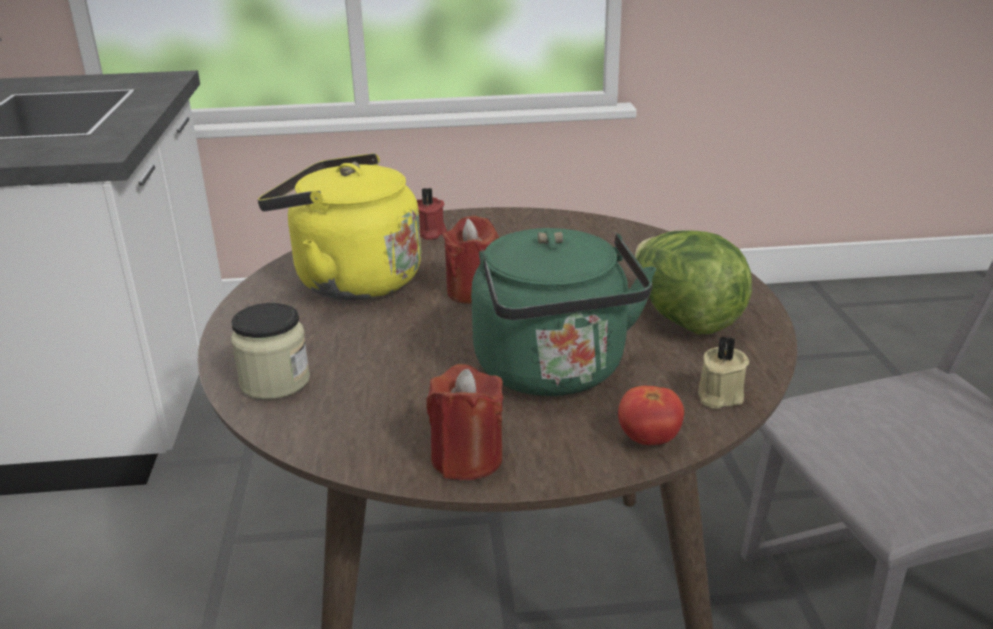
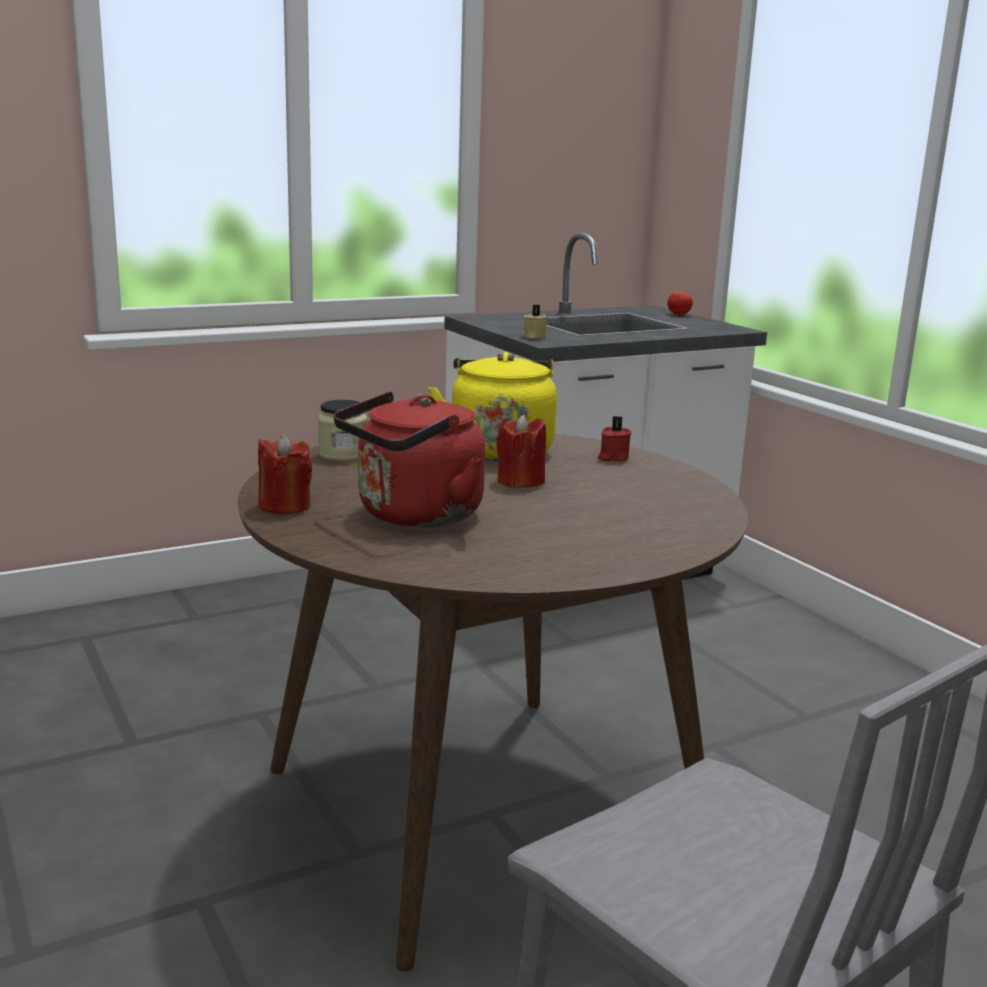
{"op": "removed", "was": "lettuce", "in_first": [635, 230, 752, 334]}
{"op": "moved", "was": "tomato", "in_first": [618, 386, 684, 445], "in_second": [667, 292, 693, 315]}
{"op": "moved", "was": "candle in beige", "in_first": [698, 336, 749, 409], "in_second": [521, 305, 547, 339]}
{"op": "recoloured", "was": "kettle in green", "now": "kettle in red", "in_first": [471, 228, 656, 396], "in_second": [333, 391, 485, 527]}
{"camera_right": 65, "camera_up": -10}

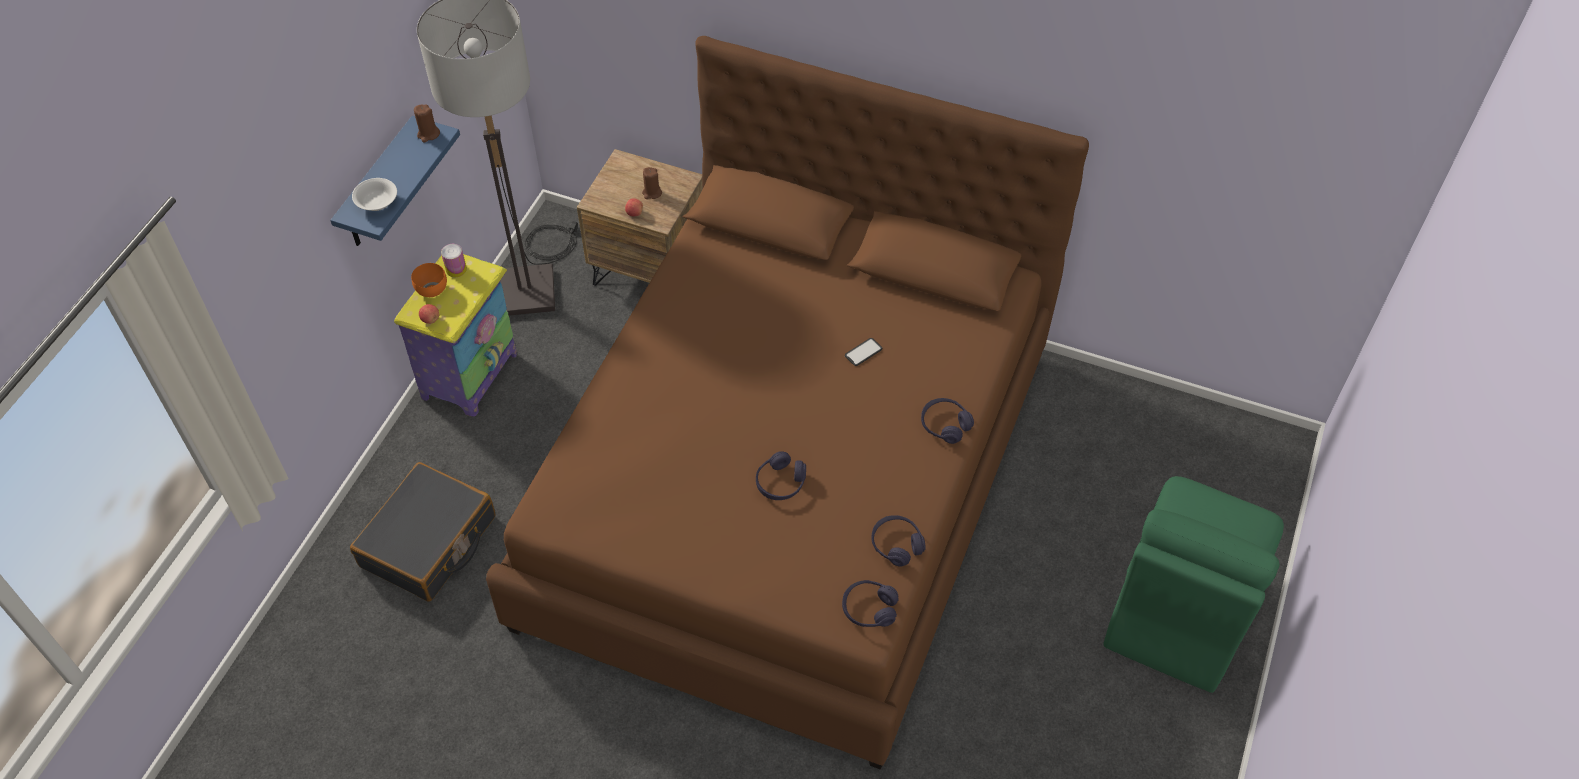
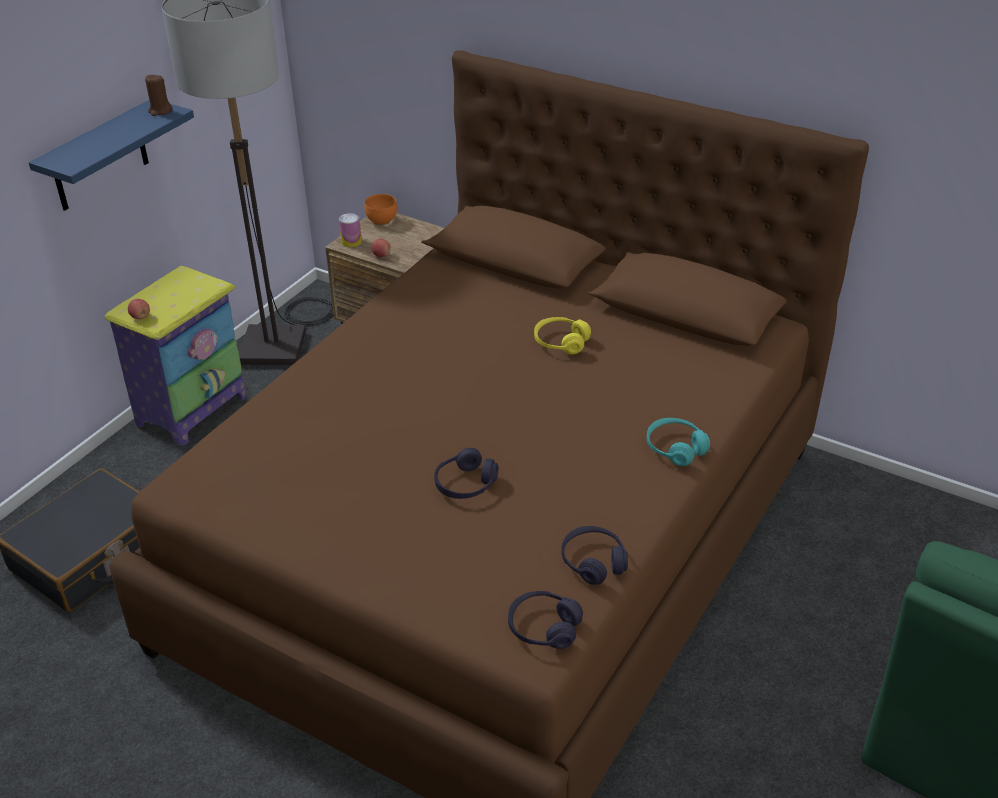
{"op": "removed", "was": "bowl in white", "in_first": [352, 178, 397, 211]}
{"op": "removed", "was": "candle in brown", "in_first": [642, 167, 662, 199]}
{"op": "removed", "was": "phone", "in_first": [845, 338, 882, 366]}
{"op": "added", "now": "headphones in yellow", "in_second": [534, 317, 591, 354]}
{"op": "moved", "was": "bowl in orange", "in_first": [411, 263, 447, 297], "in_second": [365, 194, 397, 225]}
{"op": "moved", "was": "can", "in_first": [441, 244, 467, 277], "in_second": [339, 213, 362, 247]}
{"op": "recoloured", "was": "headphones in purple", "now": "headphones in turquoise", "in_first": [921, 398, 974, 444], "in_second": [647, 418, 710, 466]}
{"camera_right": 10, "camera_up": -15}

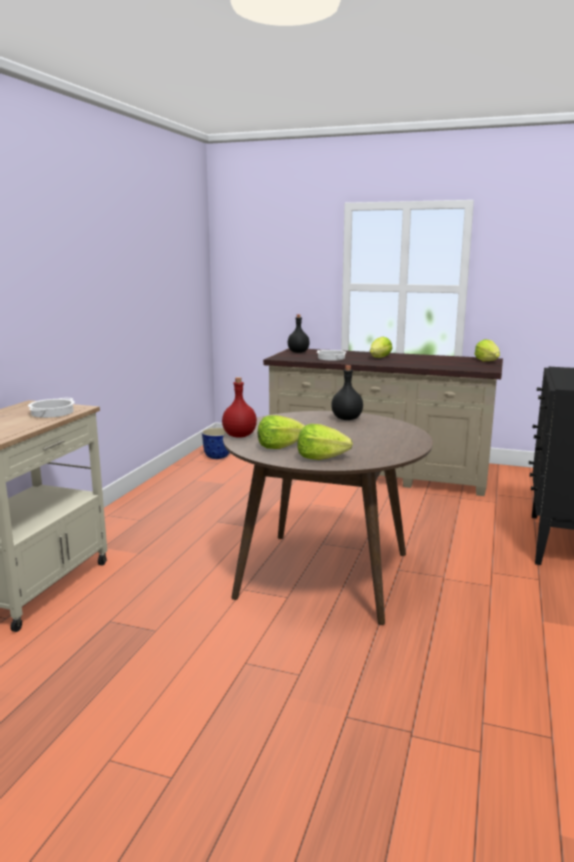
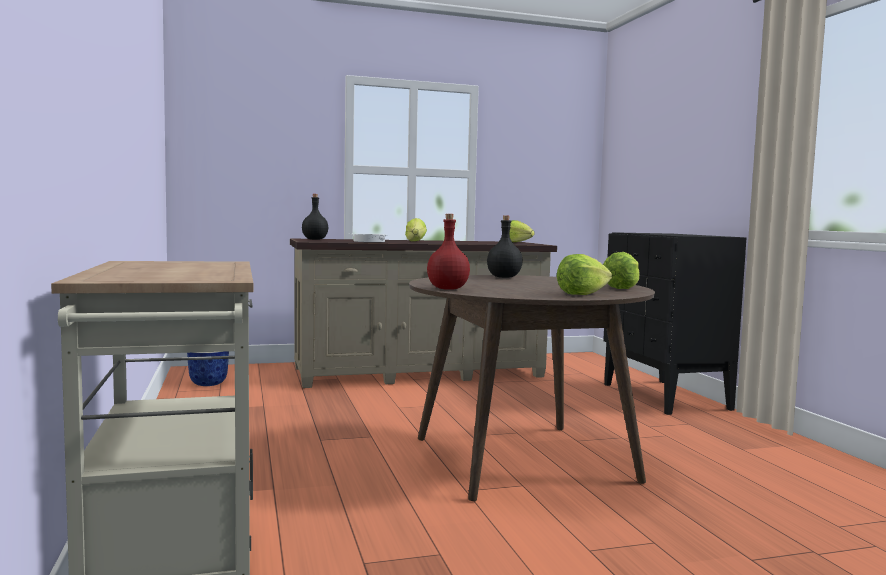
{"op": "removed", "was": "cooking pot", "in_first": [28, 398, 75, 418]}
{"op": "moved", "was": "lettuce", "in_first": [258, 415, 305, 449], "in_second": [603, 252, 640, 289]}
{"camera_right": -35, "camera_up": -10}

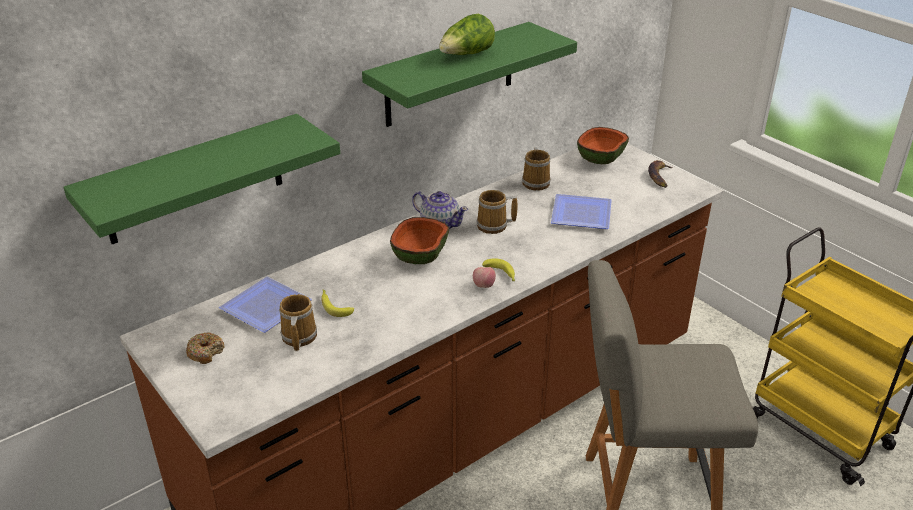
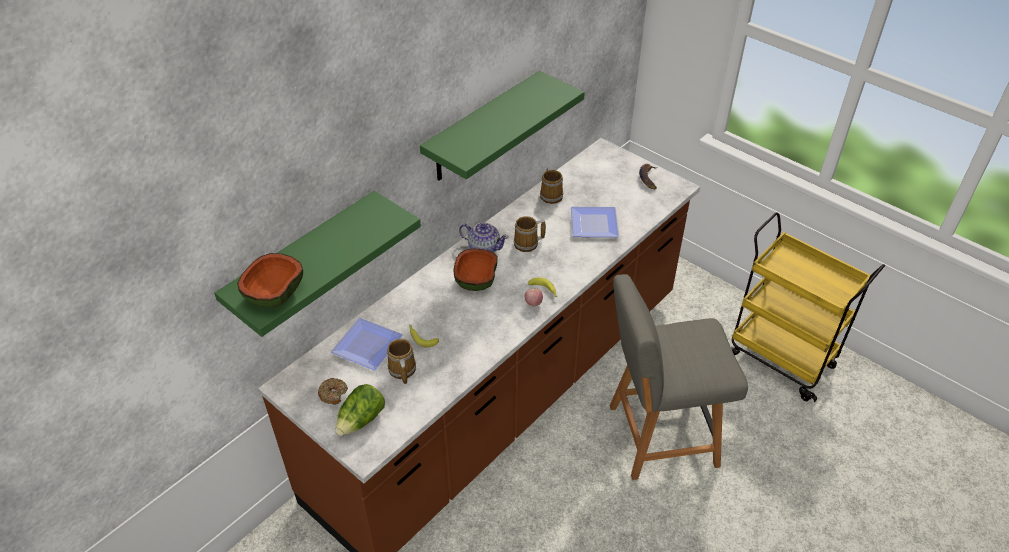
{"op": "moved", "was": "lettuce", "in_first": [439, 14, 495, 55], "in_second": [335, 384, 385, 436]}
{"op": "moved", "was": "bowl", "in_first": [577, 127, 629, 164], "in_second": [237, 253, 303, 308]}
{"camera_right": -10, "camera_up": 10}

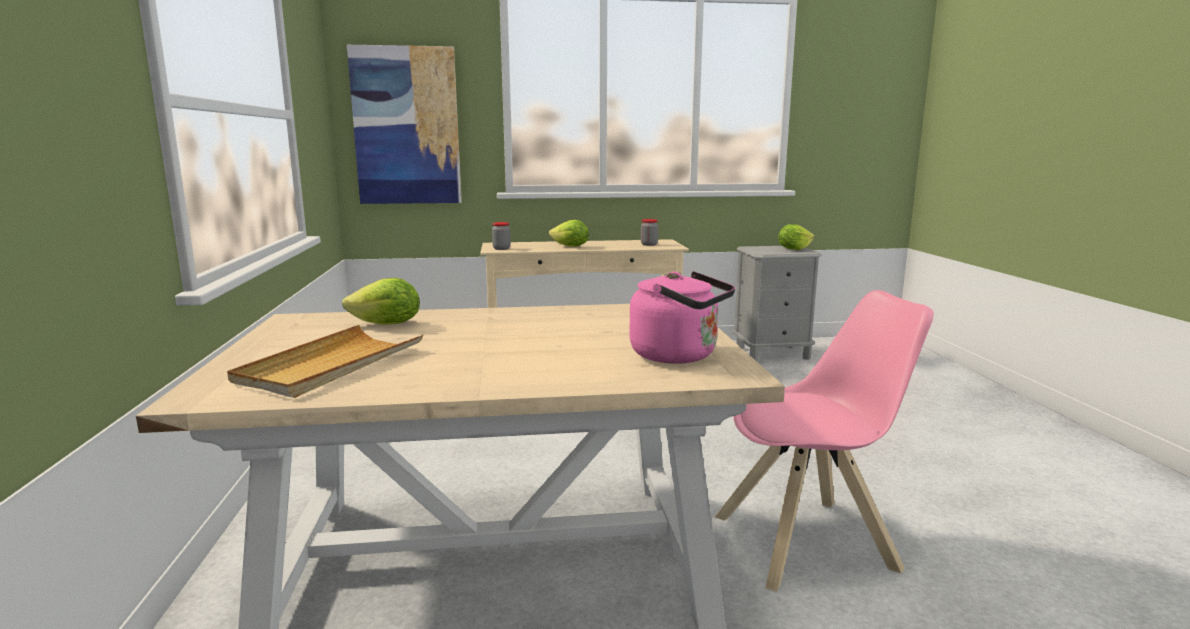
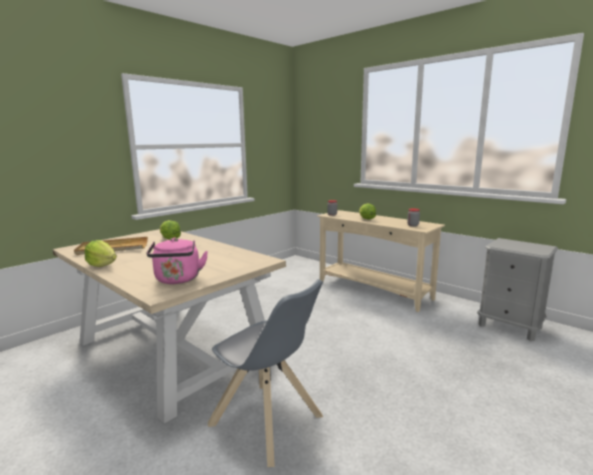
{"op": "removed", "was": "picture", "in_first": [347, 45, 462, 204]}
{"op": "moved", "was": "lettuce", "in_first": [778, 224, 815, 250], "in_second": [84, 240, 117, 267]}
{"op": "recoloured", "was": "chair in pink", "now": "chair in grey", "in_first": [715, 290, 934, 592], "in_second": [208, 279, 323, 467]}
{"camera_right": 50, "camera_up": 0}

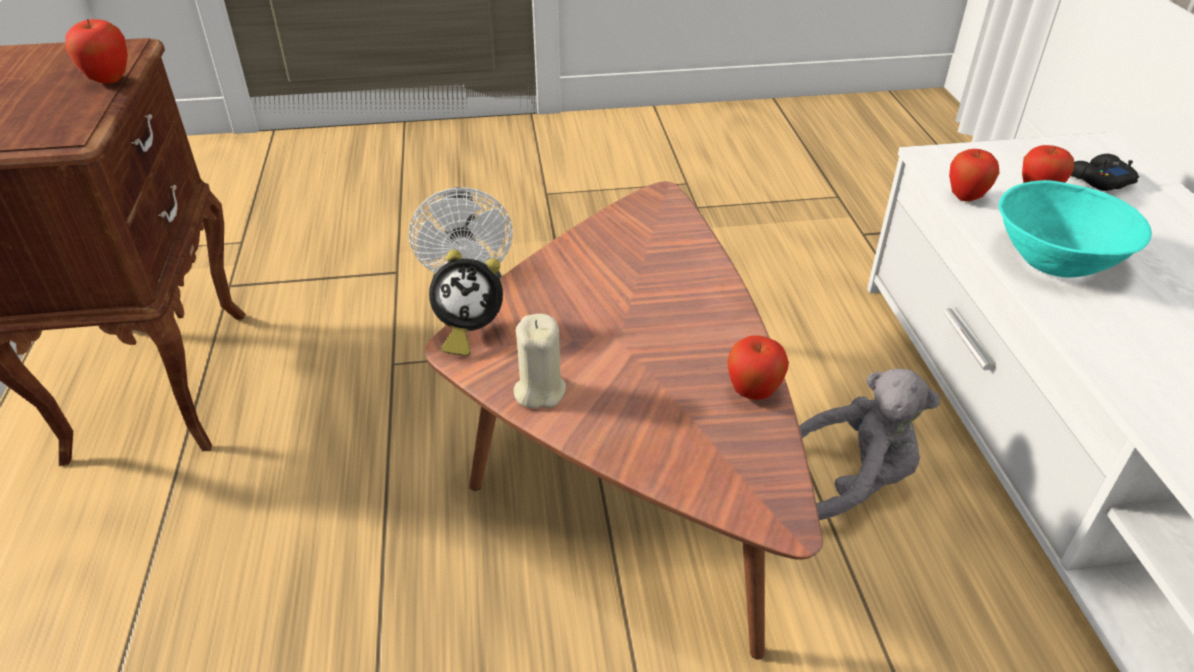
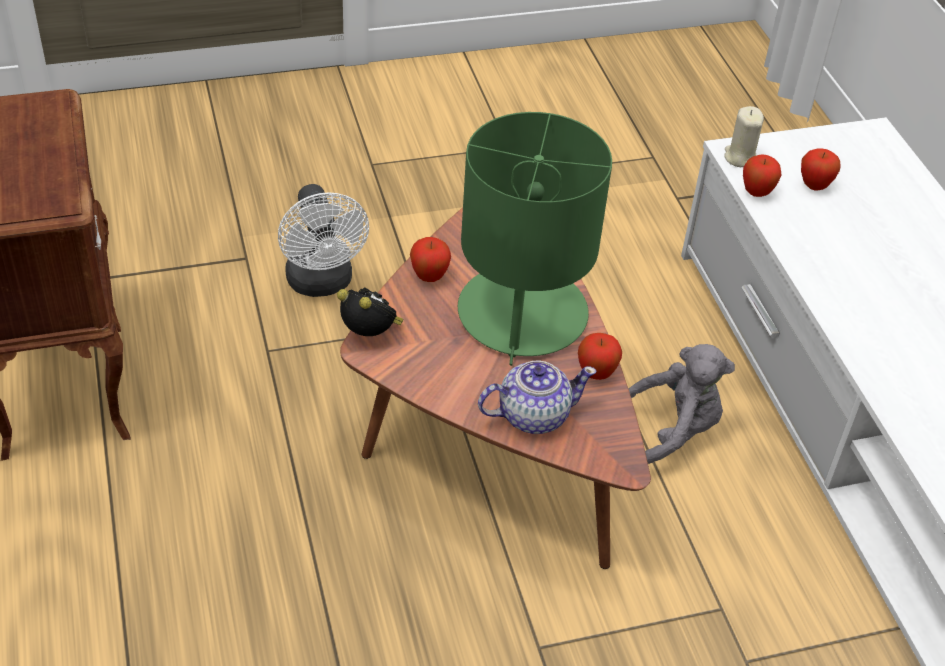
{"op": "removed", "was": "bowl in turquoise", "in_first": [999, 180, 1152, 277]}
{"op": "removed", "was": "game controller in black", "in_first": [1071, 154, 1139, 191]}
{"op": "added", "now": "table lamp in green", "in_second": [458, 112, 612, 366]}
{"op": "added", "now": "teapot", "in_second": [478, 360, 597, 434]}
{"op": "moved", "was": "apple", "in_first": [65, 19, 128, 83], "in_second": [410, 237, 451, 282]}
{"op": "moved", "was": "candle in beige", "in_first": [514, 314, 566, 409], "in_second": [724, 106, 764, 167]}
{"op": "turned", "was": "alarm clock", "in_first": [429, 249, 503, 356], "in_second": [337, 288, 403, 336], "clockwise": -135}
{"camera_right": -10, "camera_up": 5}

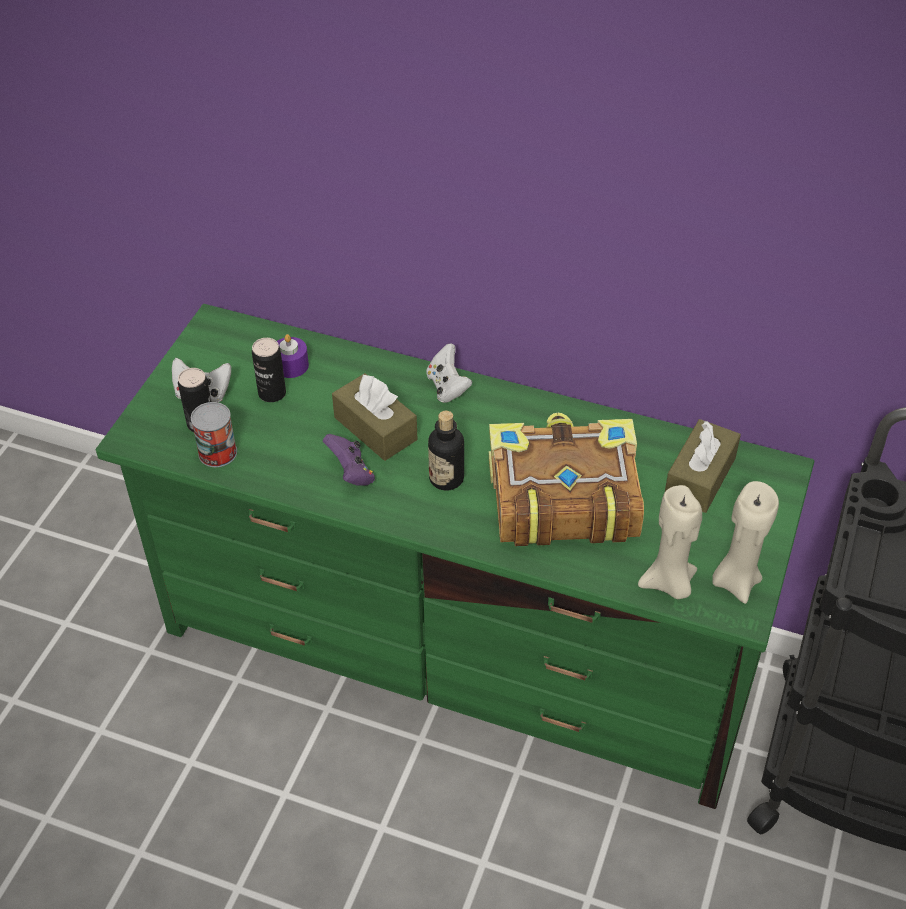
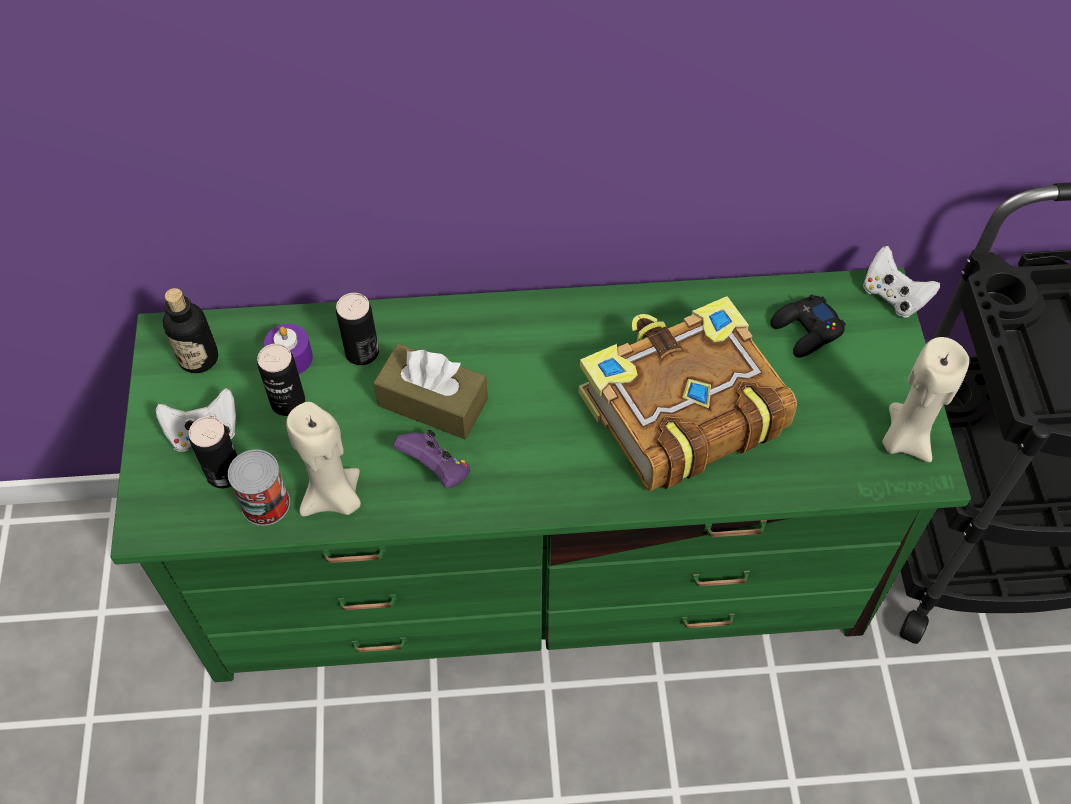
{"op": "added", "now": "can", "in_second": [336, 293, 379, 365]}
{"op": "moved", "was": "game controller in white", "in_first": [426, 343, 472, 403], "in_second": [863, 246, 940, 318]}
{"op": "moved", "was": "bottle", "in_first": [428, 411, 464, 491], "in_second": [163, 288, 218, 373]}
{"op": "moved", "was": "candle in beige", "in_first": [638, 485, 702, 599], "in_second": [286, 402, 361, 517]}
{"op": "replaced", "was": "tissue box in brown", "now": "game controller in black", "in_first": [665, 419, 741, 513], "in_second": [770, 295, 846, 358]}
{"camera_right": -25, "camera_up": 10}

